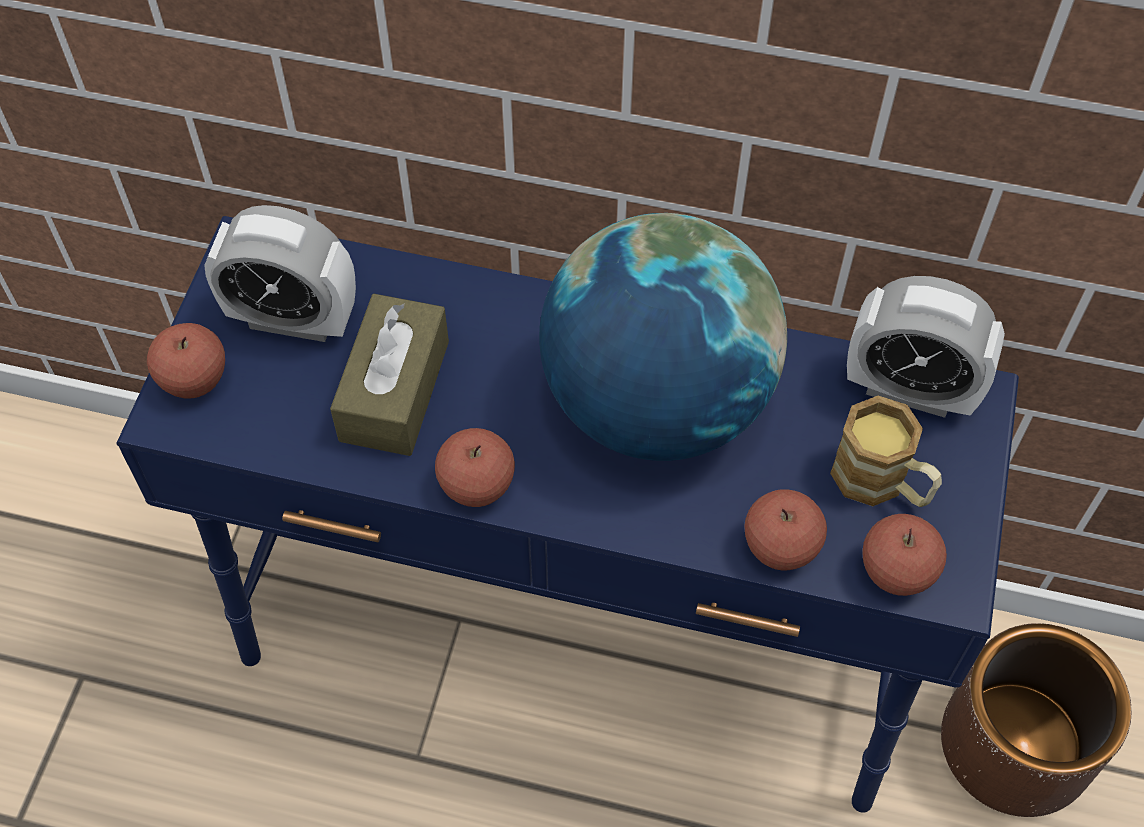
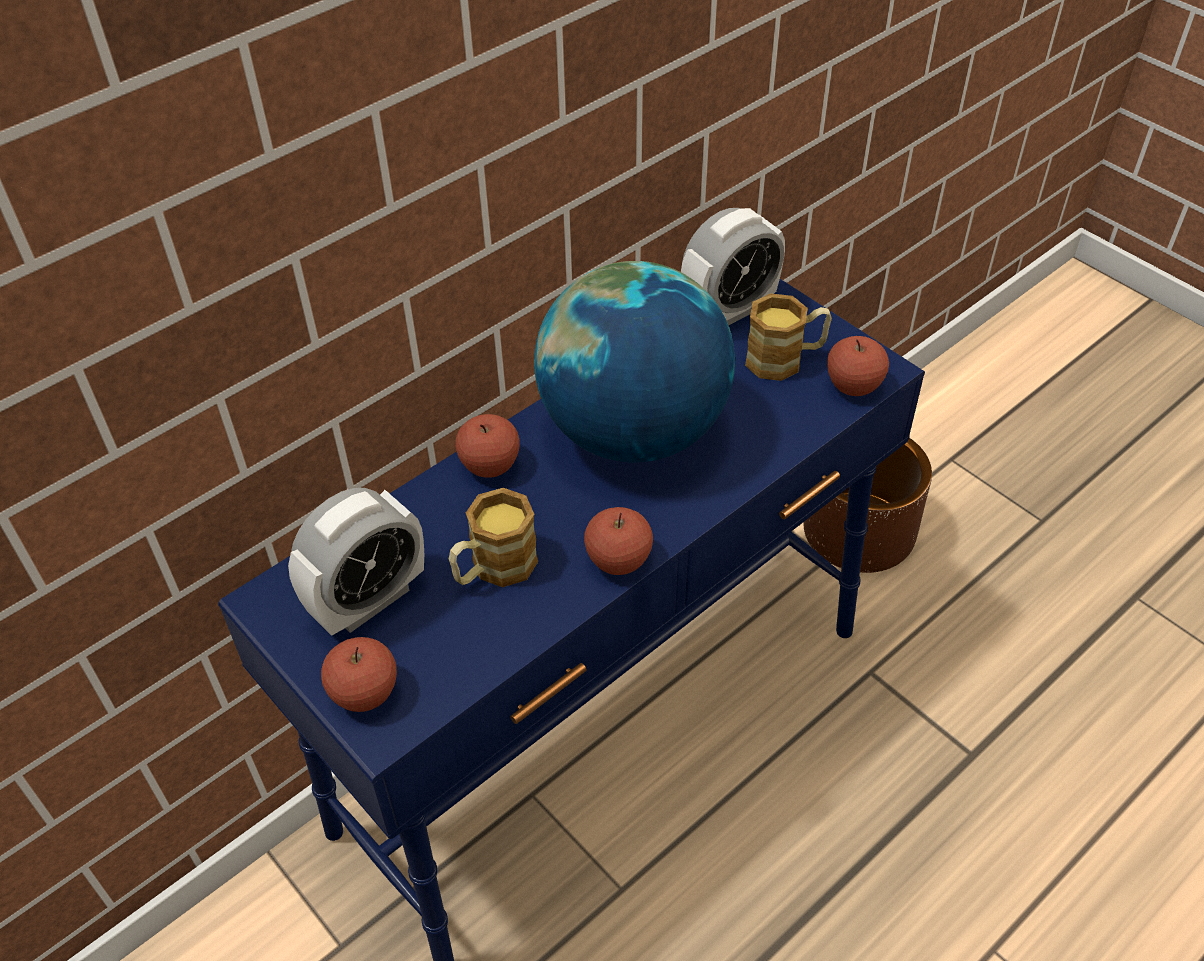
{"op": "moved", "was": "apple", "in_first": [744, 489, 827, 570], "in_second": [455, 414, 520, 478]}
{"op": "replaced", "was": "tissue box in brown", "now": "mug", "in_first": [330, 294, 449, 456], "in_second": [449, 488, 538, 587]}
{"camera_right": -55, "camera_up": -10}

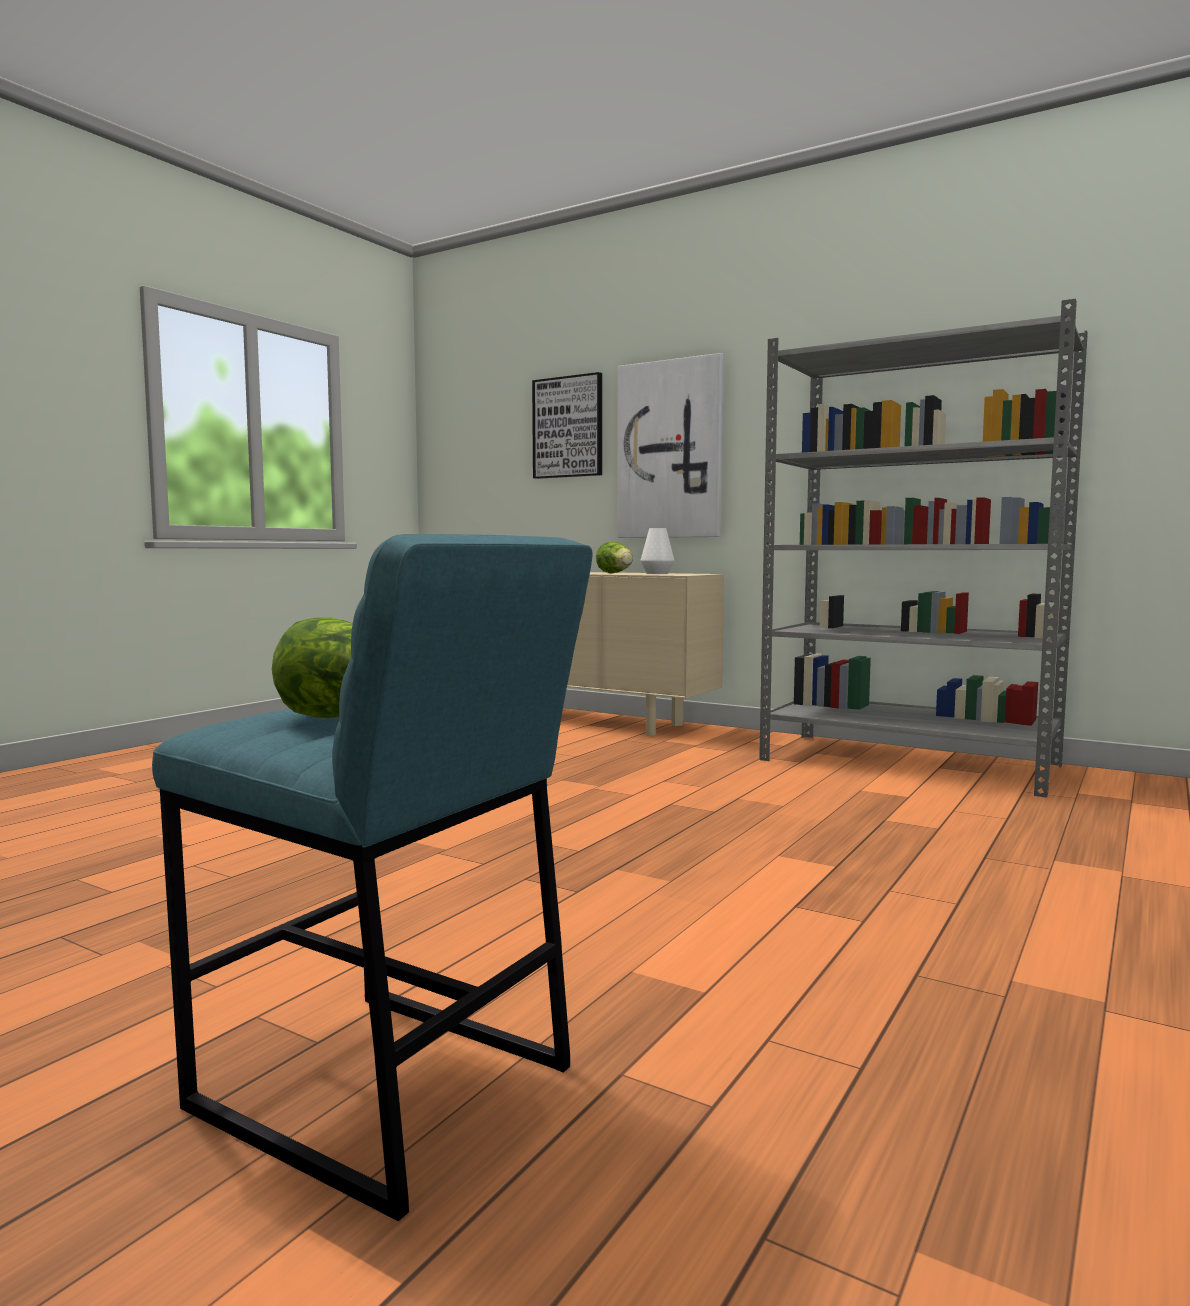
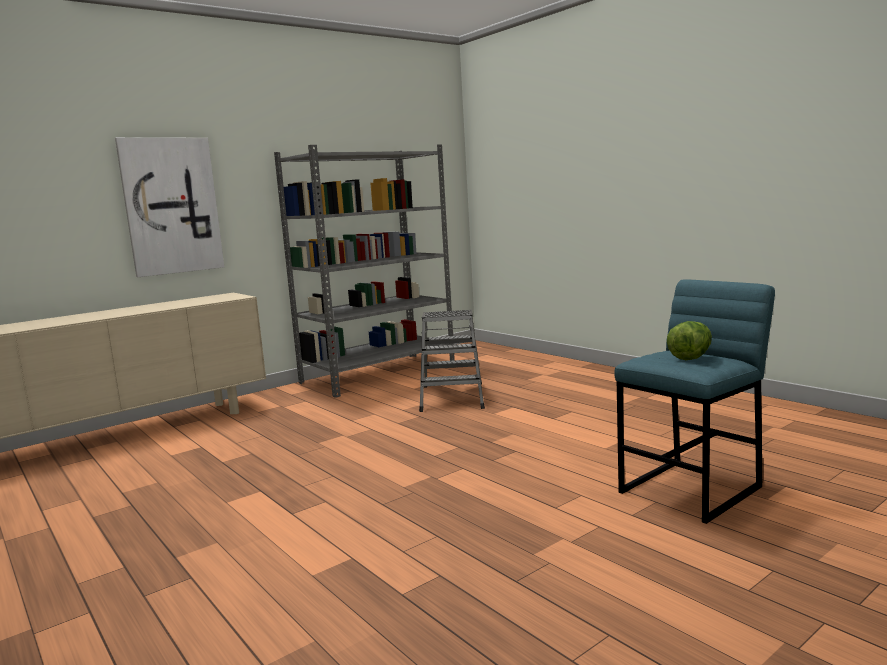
{"op": "removed", "was": "picture", "in_first": [532, 372, 602, 479]}
{"op": "removed", "was": "lettuce", "in_first": [596, 542, 633, 573]}
{"op": "removed", "was": "vase in white", "in_first": [640, 528, 674, 574]}
{"op": "added", "now": "step ladder in grey", "in_second": [419, 309, 485, 412]}
{"camera_right": -70, "camera_up": 5}

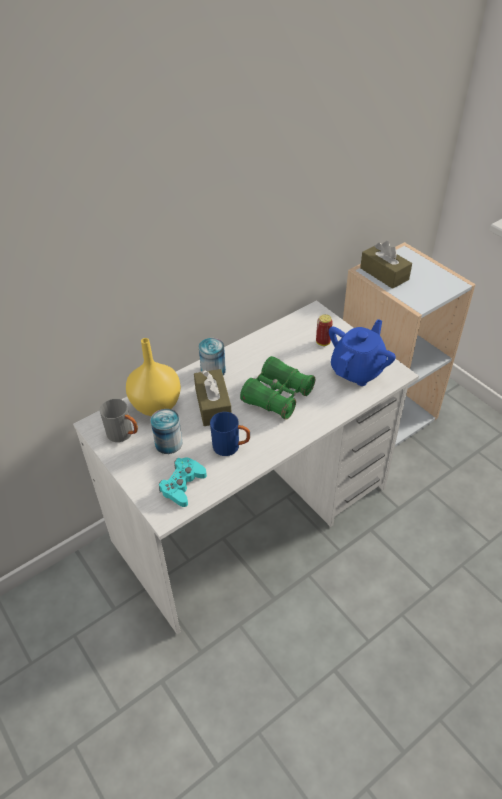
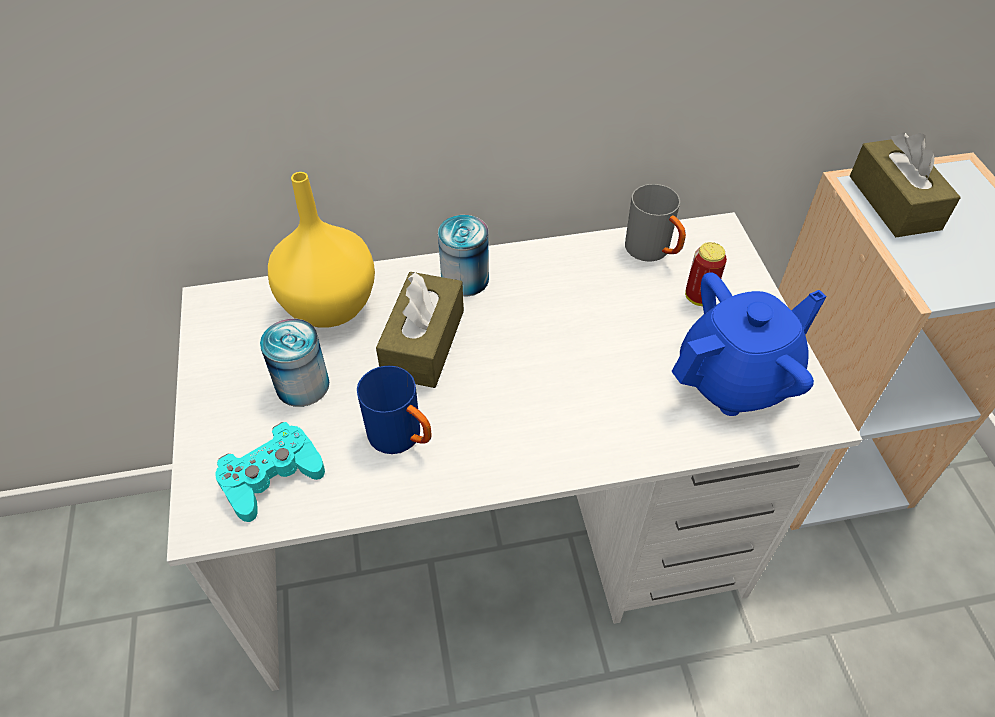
{"op": "removed", "was": "binoculars in green", "in_first": [240, 356, 315, 419]}
{"op": "moved", "was": "mug in grey", "in_first": [100, 399, 138, 442], "in_second": [625, 184, 686, 262]}
{"camera_right": 25, "camera_up": 5}

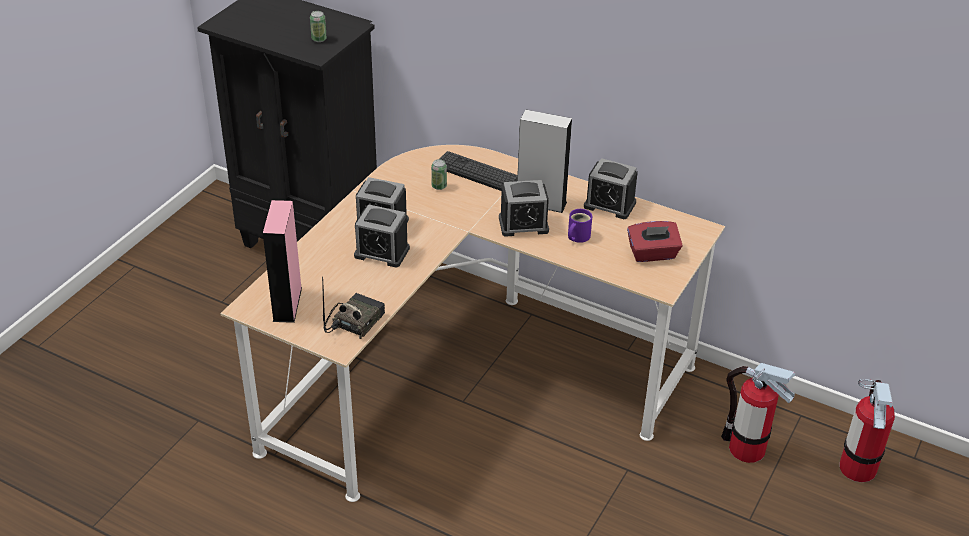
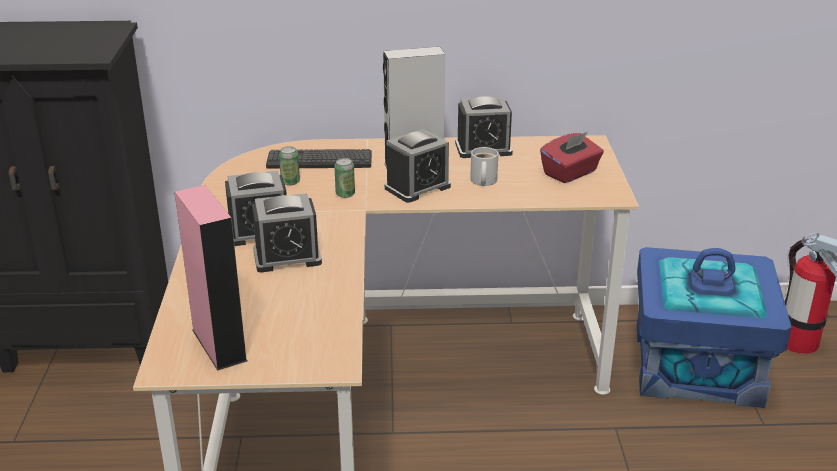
{"op": "removed", "was": "radio", "in_first": [322, 276, 385, 339]}
{"op": "moved", "was": "can", "in_first": [310, 11, 327, 42], "in_second": [334, 158, 355, 198]}
{"op": "replaced", "was": "fire extinguisher", "now": "storage box in blue", "in_first": [721, 363, 795, 463], "in_second": [637, 247, 792, 408]}
{"op": "recoloured", "was": "mug in purple", "now": "mug in white", "in_first": [568, 209, 592, 243], "in_second": [470, 147, 498, 186]}
{"camera_right": -30, "camera_up": -10}

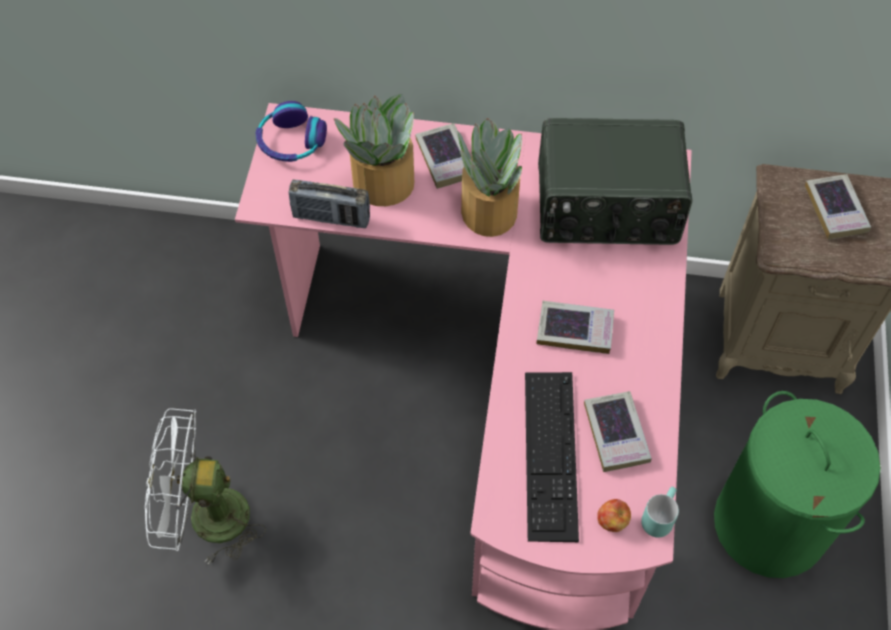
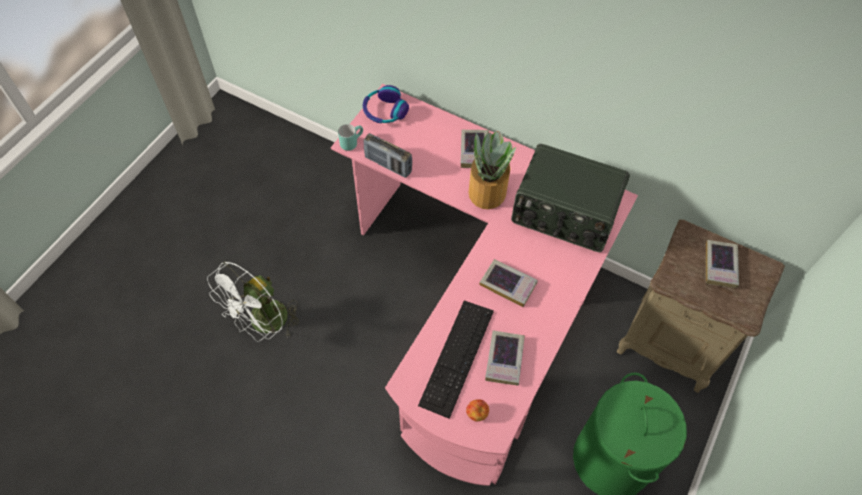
{"op": "removed", "was": "potted plant", "in_first": [334, 94, 414, 206]}
{"op": "moved", "was": "mug in turquoise", "in_first": [641, 487, 679, 538], "in_second": [338, 124, 363, 151]}
{"op": "turned", "was": "fan in white", "in_first": [145, 408, 266, 563], "in_second": [207, 261, 299, 342], "clockwise": -75}
{"camera_right": 20, "camera_up": 0}

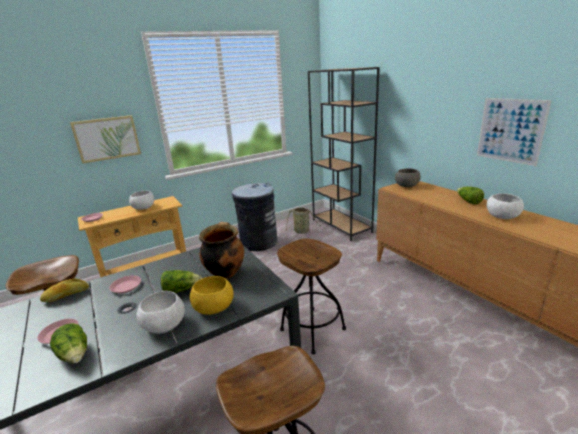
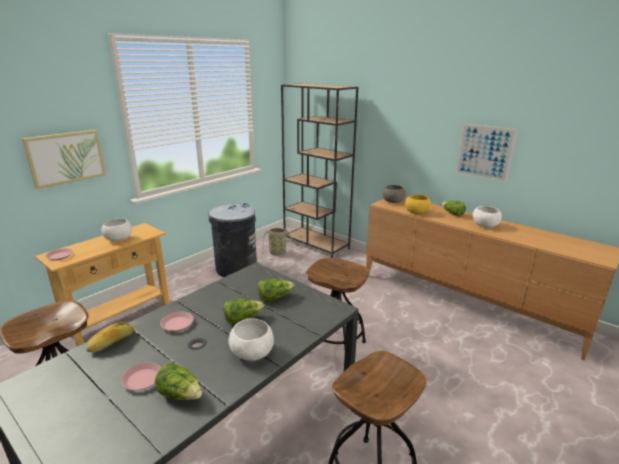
{"op": "moved", "was": "bowl in yellow", "in_first": [190, 276, 234, 315], "in_second": [405, 195, 431, 214]}
{"op": "replaced", "was": "cooking pot", "now": "lettuce", "in_first": [199, 222, 244, 279], "in_second": [258, 279, 294, 302]}
{"camera_right": -20, "camera_up": 0}

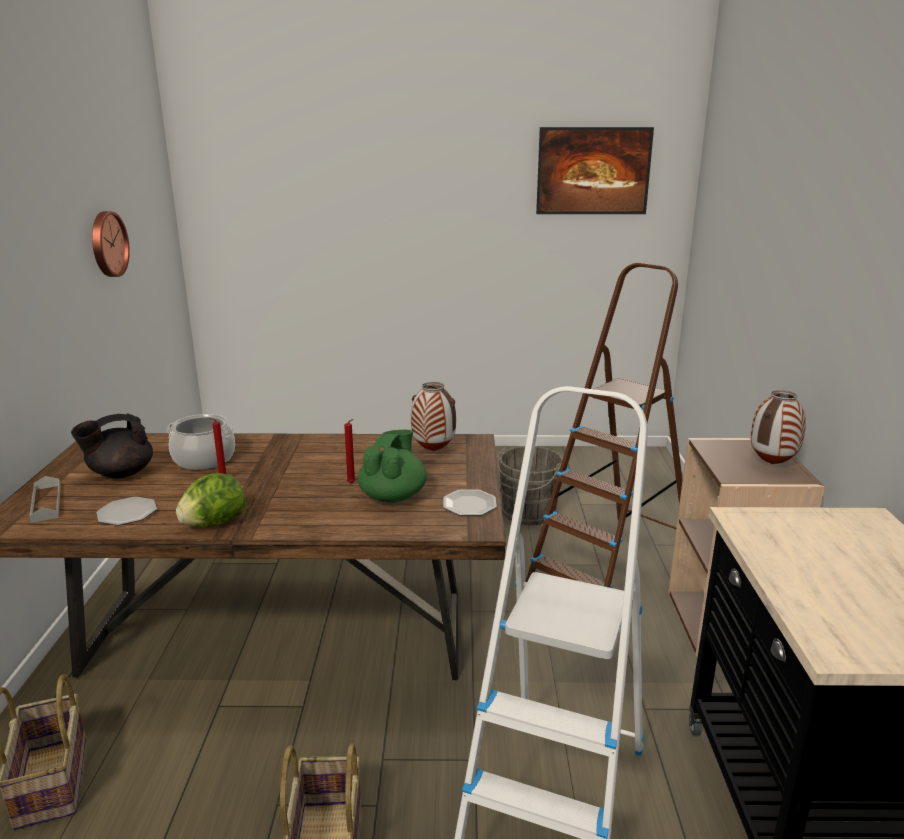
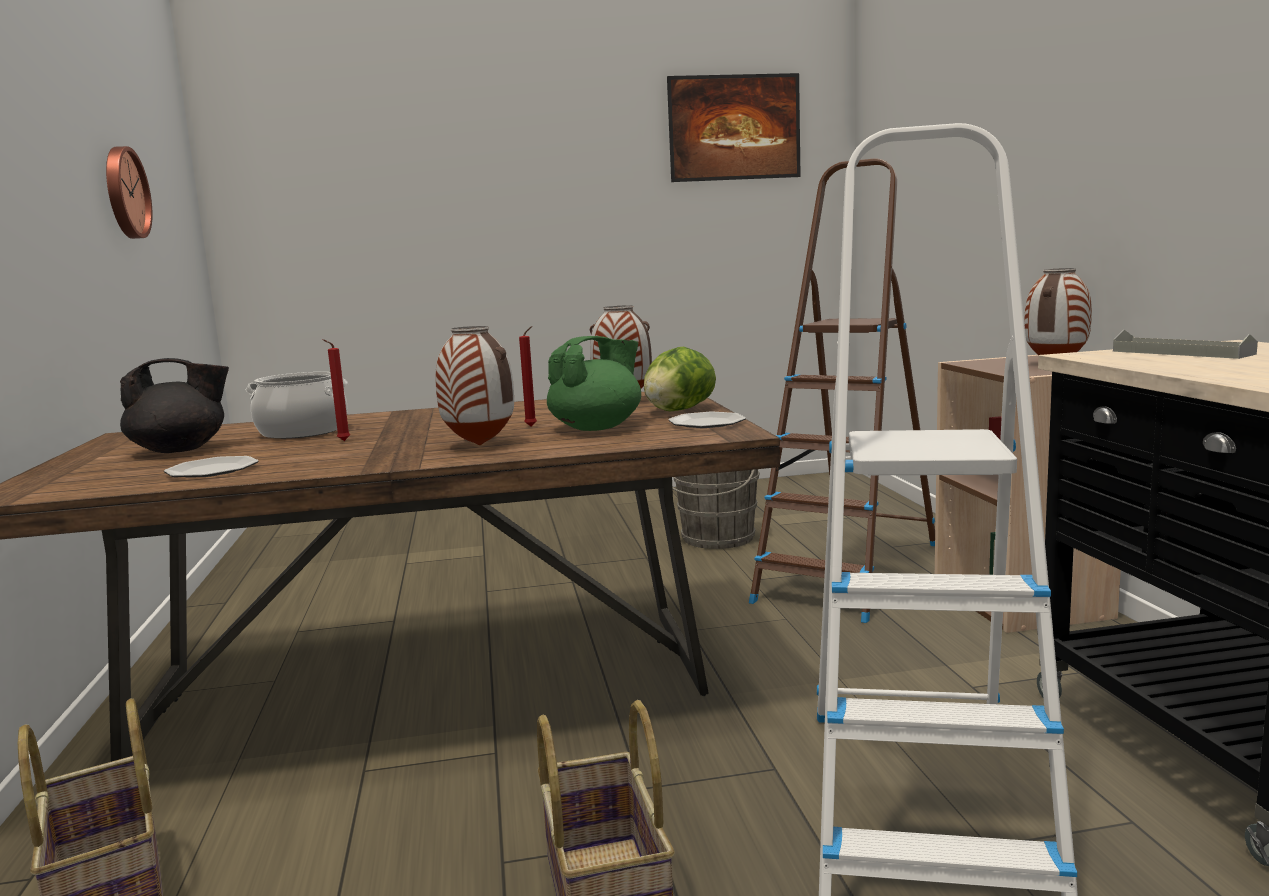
{"op": "added", "now": "vase", "in_second": [436, 326, 514, 445]}
{"op": "moved", "was": "tray in grey", "in_first": [29, 476, 61, 523], "in_second": [1113, 330, 1258, 359]}
{"op": "moved", "was": "lettuce", "in_first": [176, 473, 246, 527], "in_second": [644, 346, 716, 411]}
{"op": "turned", "was": "teapot in black", "in_first": [71, 413, 153, 479], "in_second": [120, 358, 229, 453], "clockwise": -150}
{"op": "turned", "was": "teapot in green", "in_first": [358, 430, 427, 503], "in_second": [547, 336, 641, 431], "clockwise": 45}
{"camera_right": -10, "camera_up": -10}

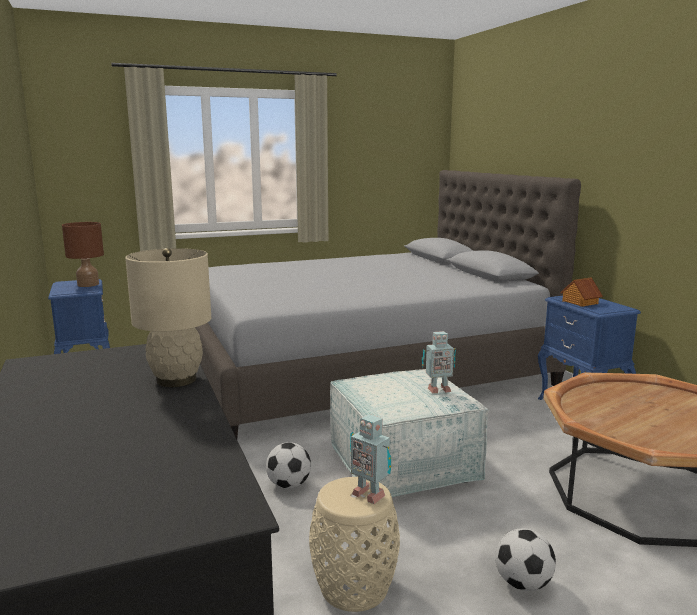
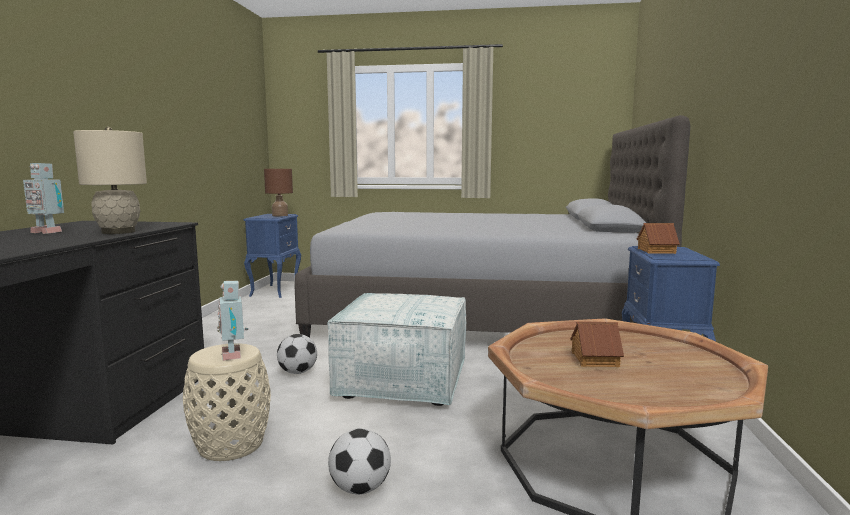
{"op": "added", "now": "toy house", "in_second": [570, 322, 624, 367]}
{"op": "moved", "was": "toy robot", "in_first": [422, 331, 456, 393], "in_second": [23, 163, 64, 234]}
{"camera_right": 30, "camera_up": -5}

